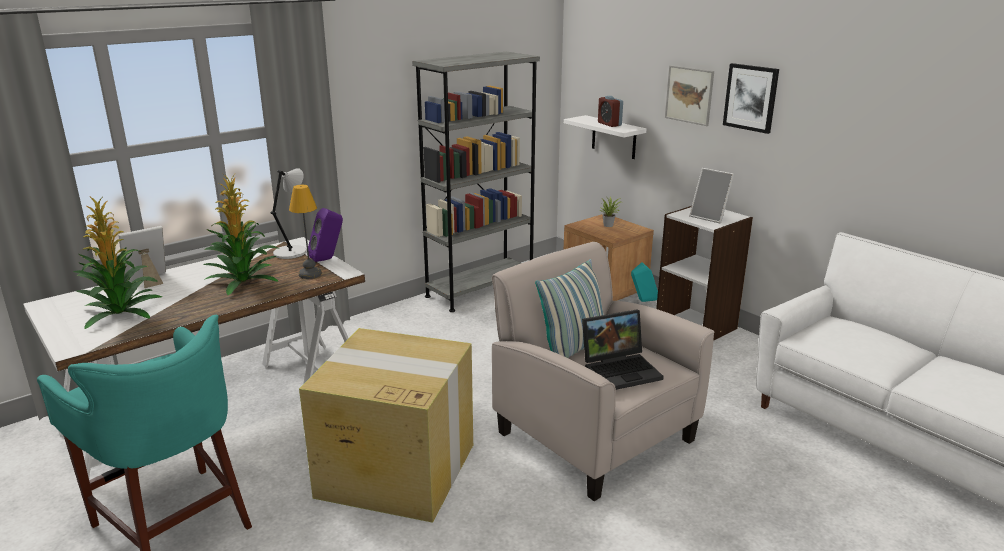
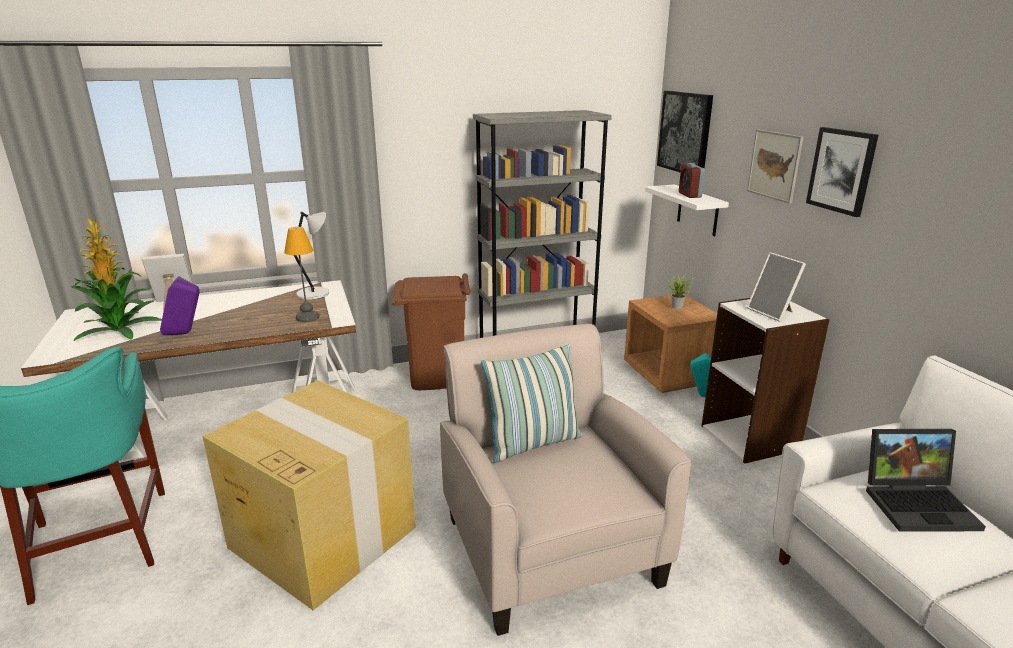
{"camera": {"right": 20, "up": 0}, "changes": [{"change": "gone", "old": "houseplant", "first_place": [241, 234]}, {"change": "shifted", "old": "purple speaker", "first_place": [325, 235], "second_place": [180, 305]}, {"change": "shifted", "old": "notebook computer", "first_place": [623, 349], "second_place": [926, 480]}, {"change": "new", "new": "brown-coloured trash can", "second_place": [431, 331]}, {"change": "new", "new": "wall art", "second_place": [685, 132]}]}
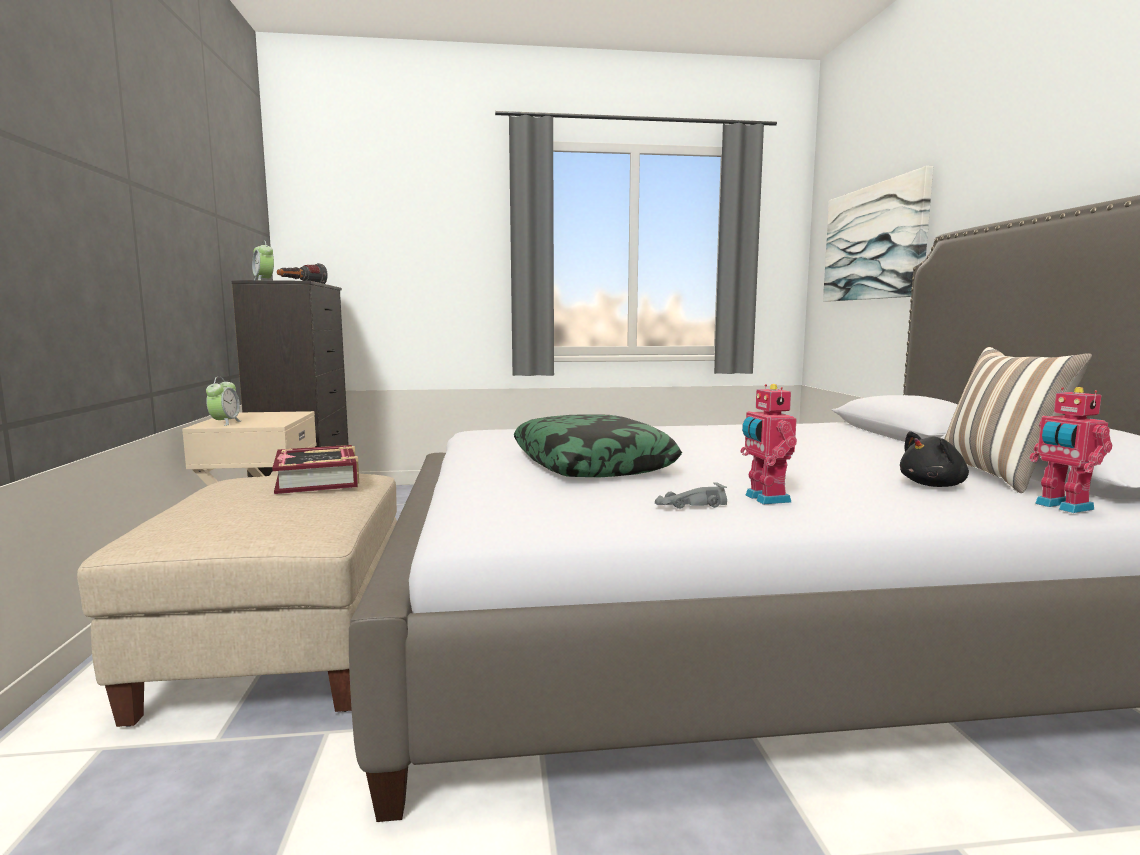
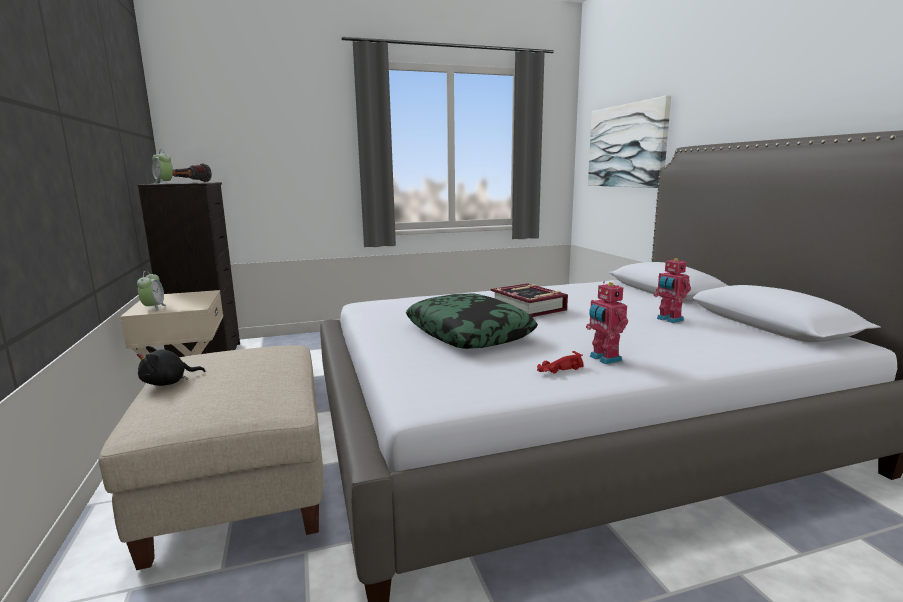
{"camera": {"right": -10, "up": 5}, "changes": [{"change": "shifted", "old": "volume", "first_place": [315, 469], "second_place": [529, 300]}, {"change": "repainted", "old": "greyish toy car", "new": "red-coloured toy car", "first_place": [691, 495], "second_place": [560, 362]}, {"change": "shifted", "old": "blackish soft toy", "first_place": [934, 459], "second_place": [171, 366]}, {"change": "gone", "old": "cushion", "first_place": [1018, 420]}, {"change": "shifted", "old": "toy robot", "first_place": [1070, 450], "second_place": [672, 290]}]}
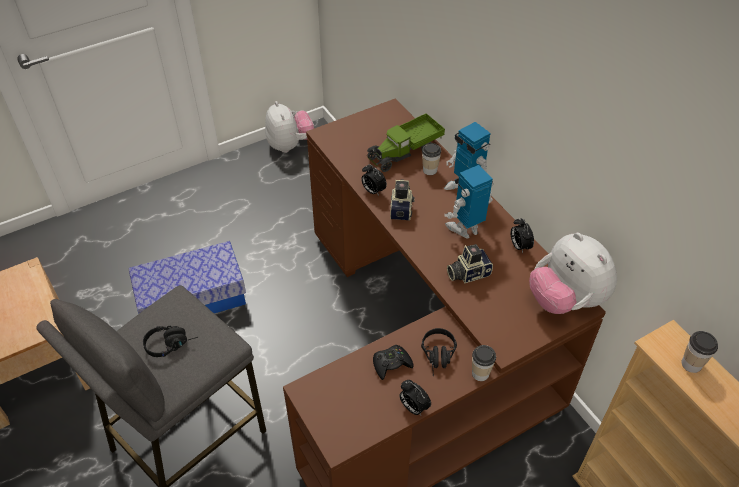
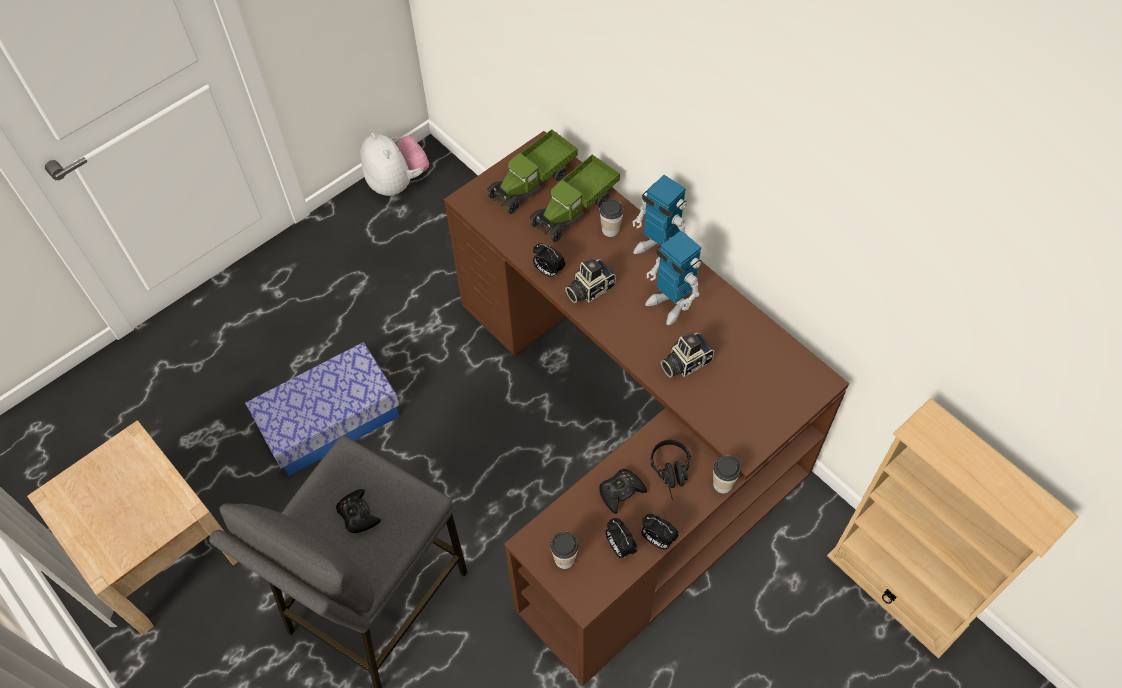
{"camera": {"right": -10, "up": 10}, "changes": [{"change": "swapped", "old": "blackish headphones", "new": "blackish gamepad", "first_place": [170, 341], "second_place": [358, 511]}, {"change": "rotated", "old": "photo camera", "first_place": [402, 199], "second_place": [590, 280], "degrees": -120}, {"change": "rotated", "old": "toy robot", "first_place": [469, 202], "second_place": [673, 277], "degrees": -90}, {"change": "shifted", "old": "bedside clock", "first_place": [522, 235], "second_place": [621, 538]}, {"change": "gone", "old": "soft toy", "first_place": [573, 273]}, {"change": "shifted", "old": "cup", "first_place": [700, 352], "second_place": [564, 550]}, {"change": "new", "new": "model truck", "second_place": [532, 171]}]}
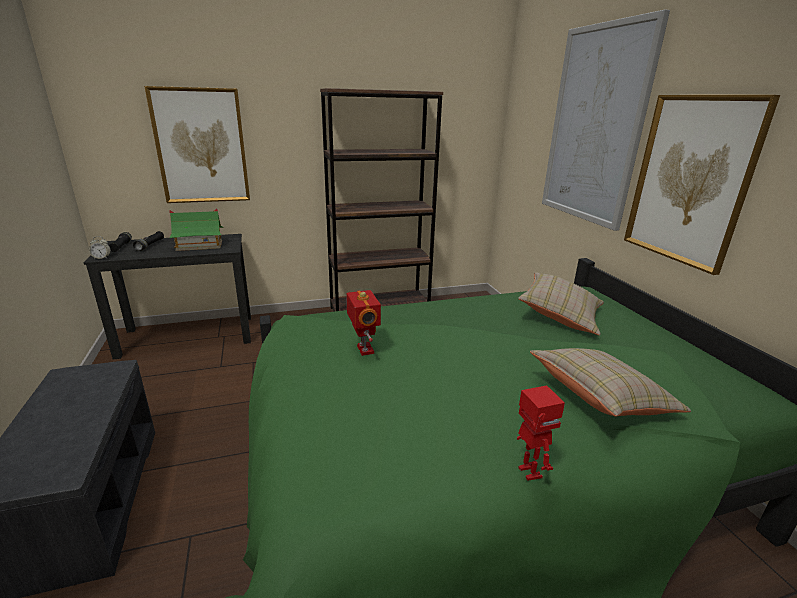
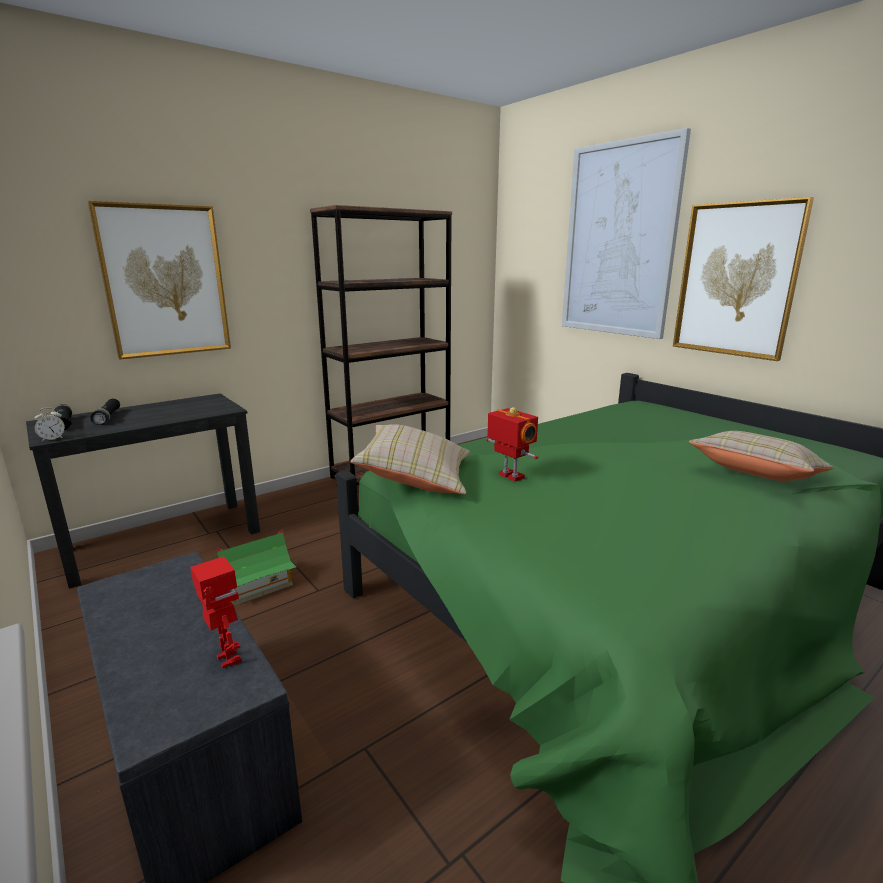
{"camera": {"right": -20, "up": -5}, "changes": [{"change": "shifted", "old": "model house", "first_place": [196, 229], "second_place": [256, 567]}, {"change": "shifted", "old": "toy robot", "first_place": [541, 432], "second_place": [216, 612]}, {"change": "shifted", "old": "beige-coloured cushion", "first_place": [561, 303], "second_place": [410, 459]}]}
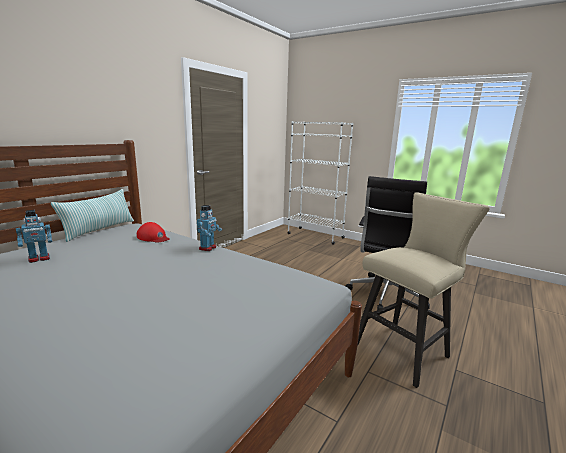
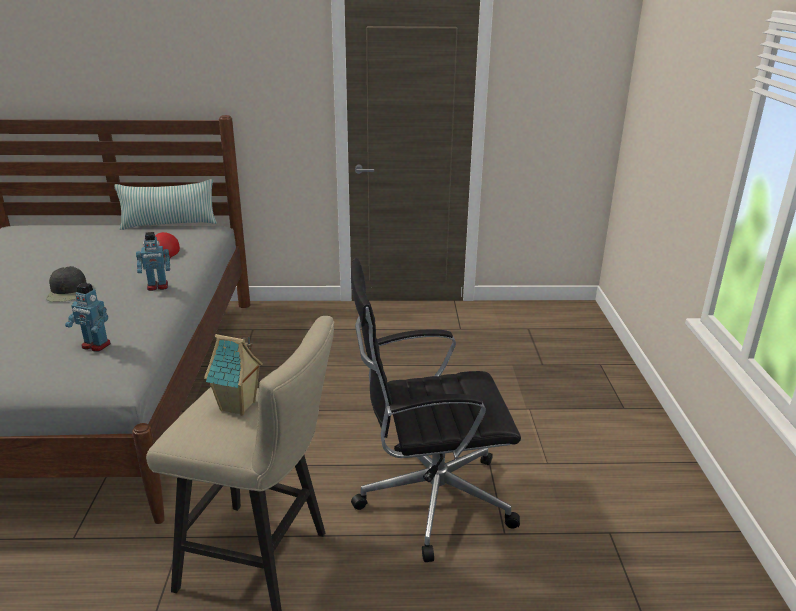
{"camera": {"right": 55, "up": 10}, "changes": [{"change": "shifted", "old": "toy robot", "first_place": [34, 236], "second_place": [88, 317]}, {"change": "gone", "old": "white-coloured shelving unit", "first_place": [320, 183]}, {"change": "new", "new": "blackish baseball cap", "second_place": [66, 284]}, {"change": "new", "new": "model house", "second_place": [233, 375]}]}
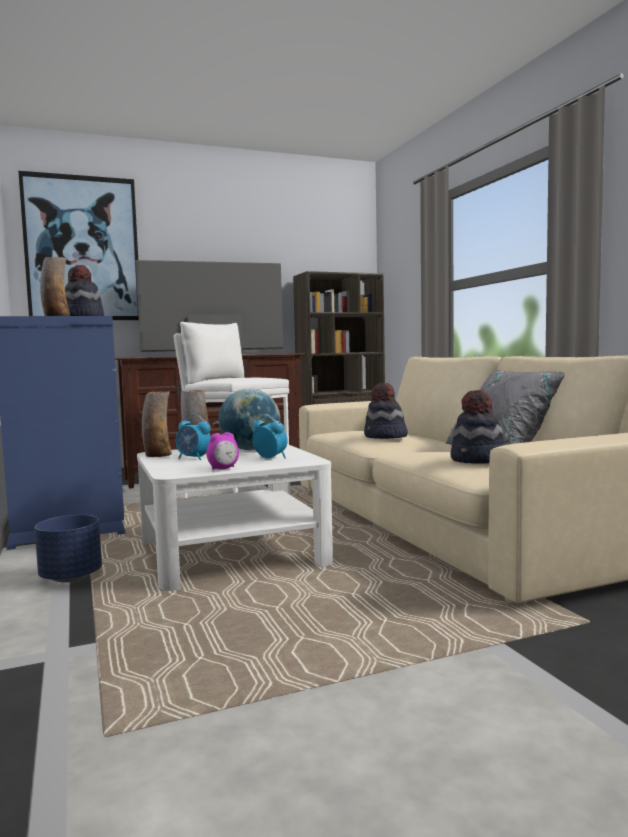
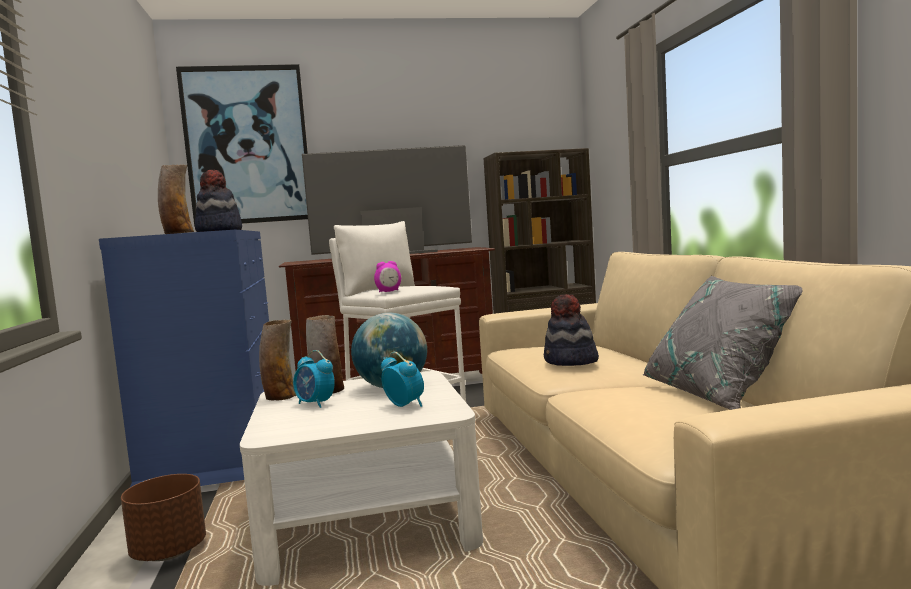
{"camera": {"right": 10, "up": 0}, "changes": [{"change": "repainted", "old": "blue-coloured plant pot", "new": "brown-coloured plant pot", "first_place": [68, 549], "second_place": [163, 517]}, {"change": "shifted", "old": "bedside clock", "first_place": [222, 451], "second_place": [387, 276]}, {"change": "gone", "old": "hat", "first_place": [478, 427]}]}
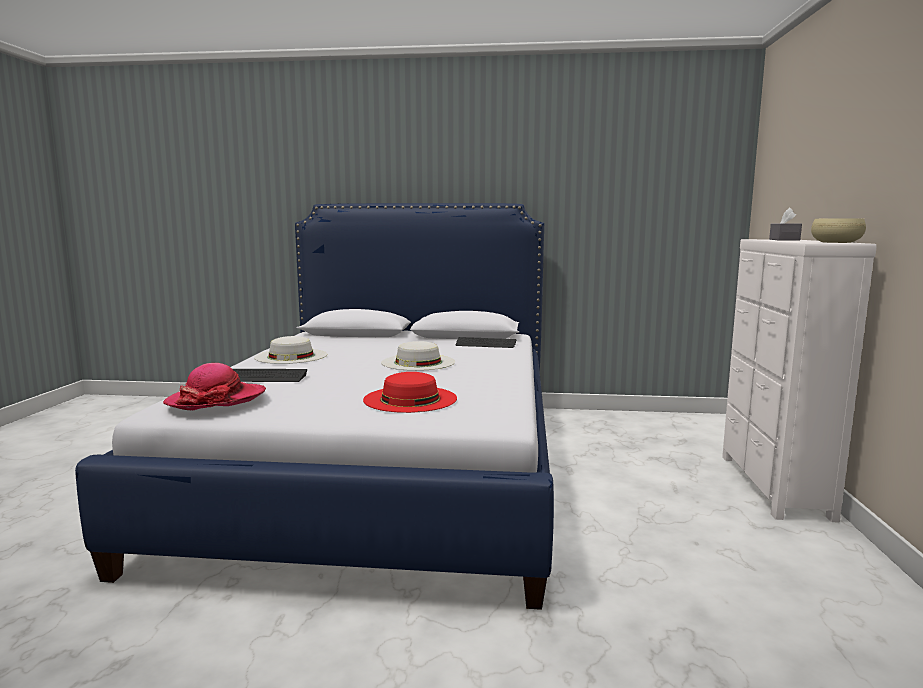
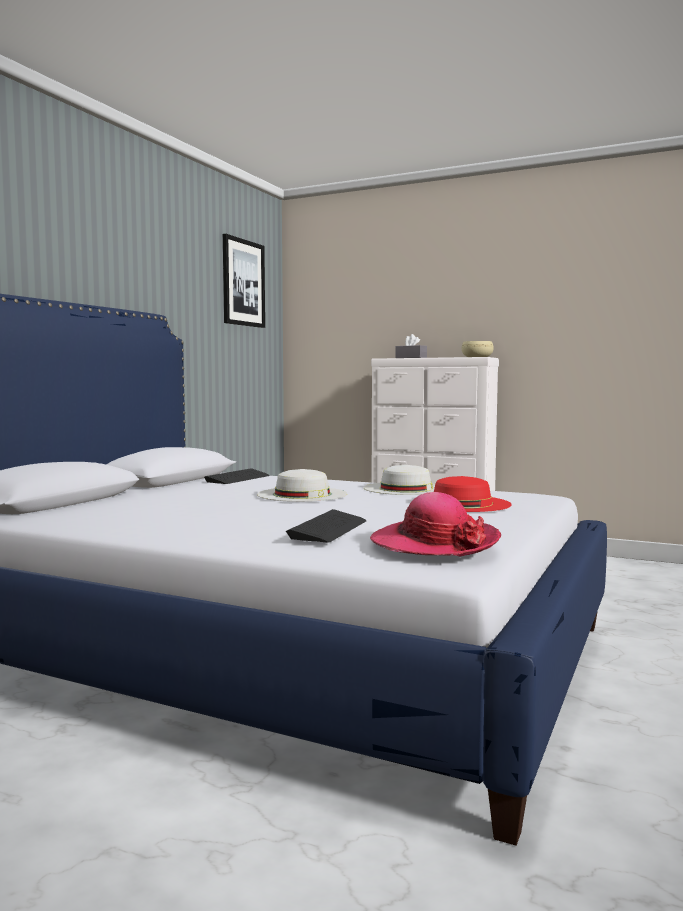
{"camera": {"right": -70, "up": -5}, "changes": [{"change": "shifted", "old": "white-coloured hat", "first_place": [290, 350], "second_place": [399, 480]}, {"change": "new", "new": "wall art", "second_place": [244, 281]}]}
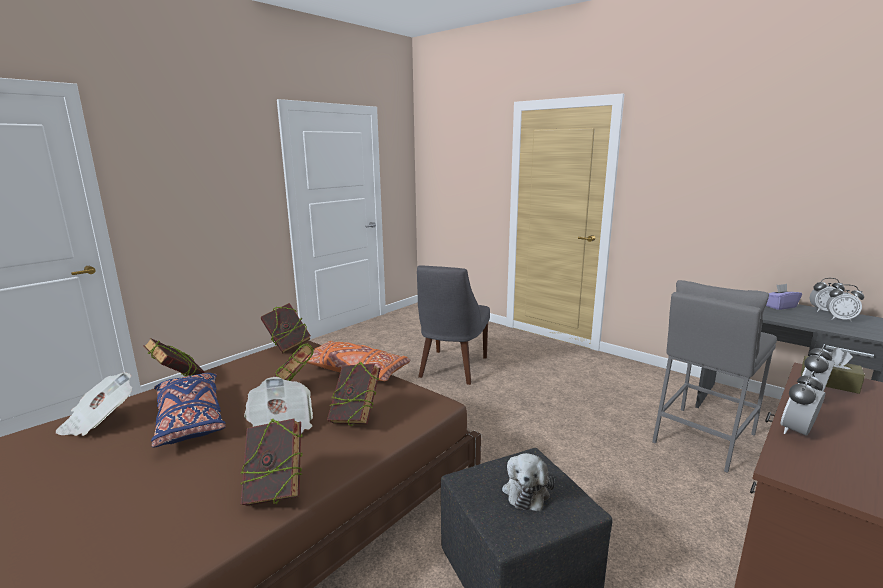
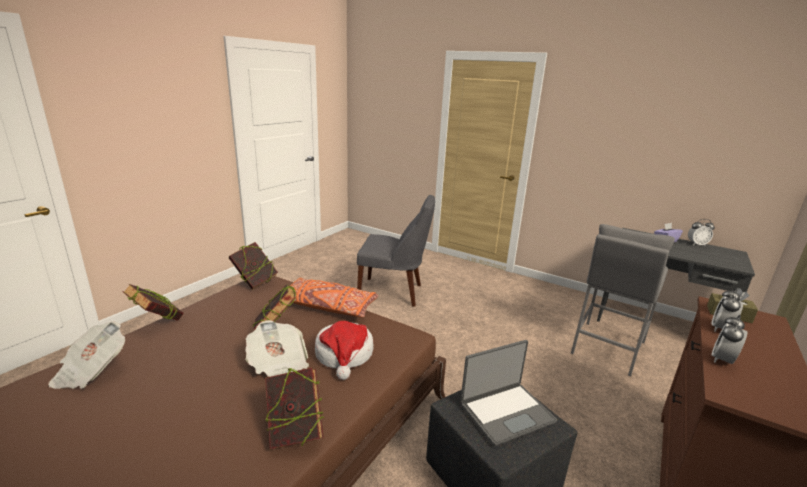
{"camera": {"right": -10, "up": 5}, "changes": [{"change": "gone", "old": "blue-coloured cushion", "first_place": [188, 410]}, {"change": "swapped", "old": "volume", "new": "hat", "first_place": [354, 394], "second_place": [344, 350]}, {"change": "rotated", "old": "greyish upright chair", "first_place": [453, 325], "second_place": [396, 251], "degrees": -90}, {"change": "swapped", "old": "soft toy", "new": "notebook computer", "first_place": [528, 482], "second_place": [509, 393]}, {"change": "gone", "old": "bedside clock", "first_place": [845, 303]}]}
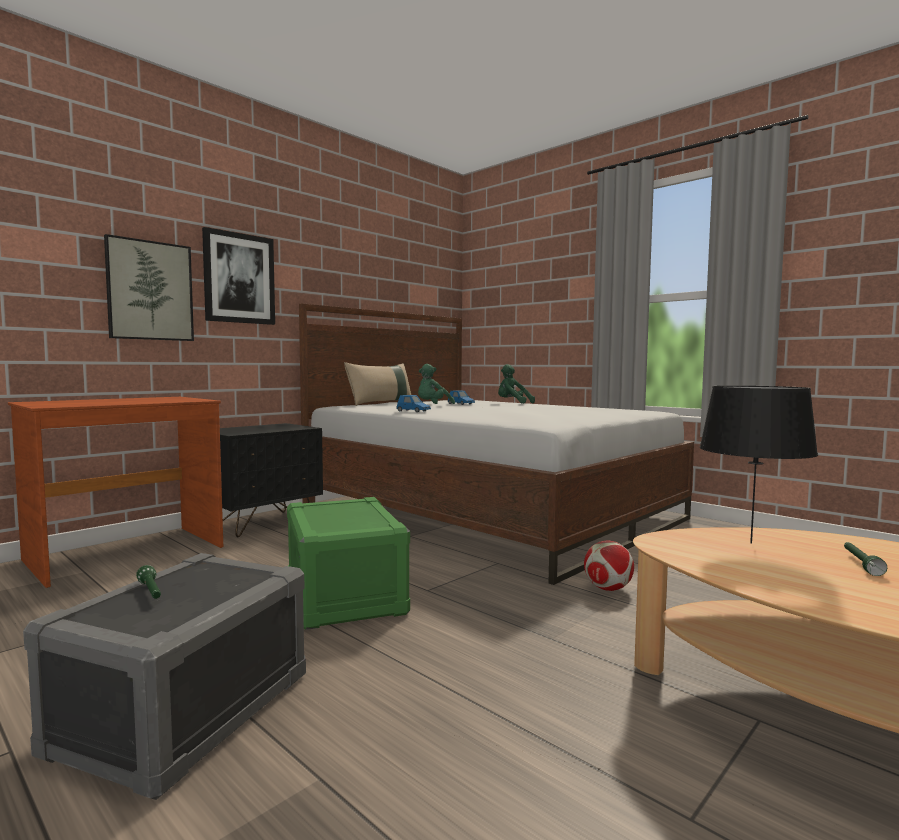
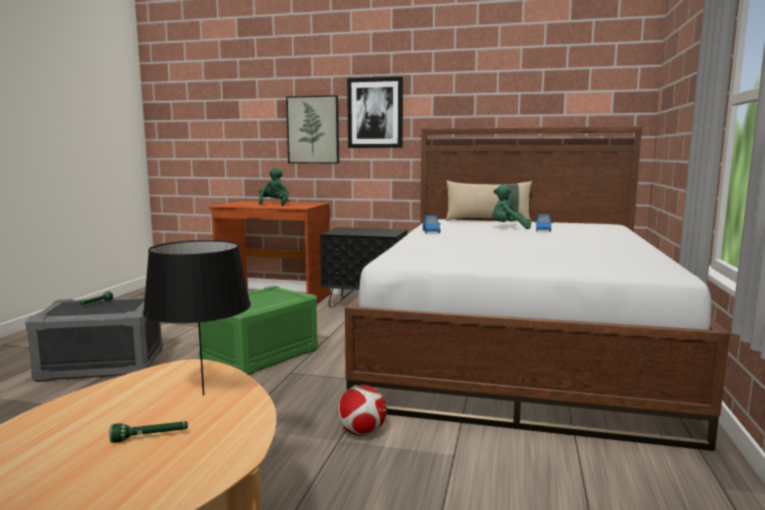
{"camera": {"right": 60, "up": 5}, "changes": [{"change": "shifted", "old": "green soft toy", "first_place": [516, 384], "second_place": [274, 187]}]}
